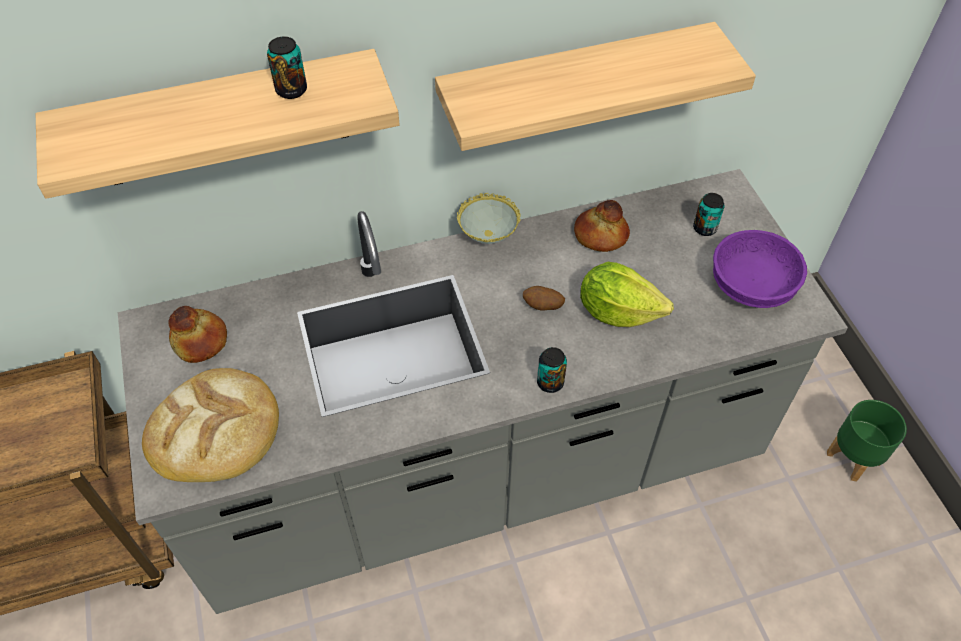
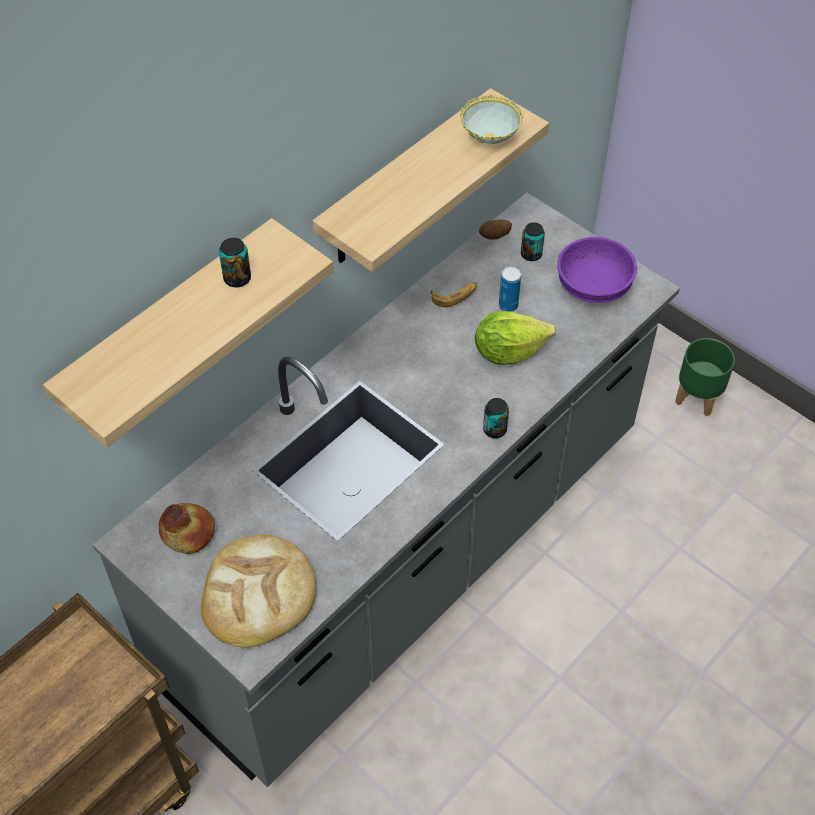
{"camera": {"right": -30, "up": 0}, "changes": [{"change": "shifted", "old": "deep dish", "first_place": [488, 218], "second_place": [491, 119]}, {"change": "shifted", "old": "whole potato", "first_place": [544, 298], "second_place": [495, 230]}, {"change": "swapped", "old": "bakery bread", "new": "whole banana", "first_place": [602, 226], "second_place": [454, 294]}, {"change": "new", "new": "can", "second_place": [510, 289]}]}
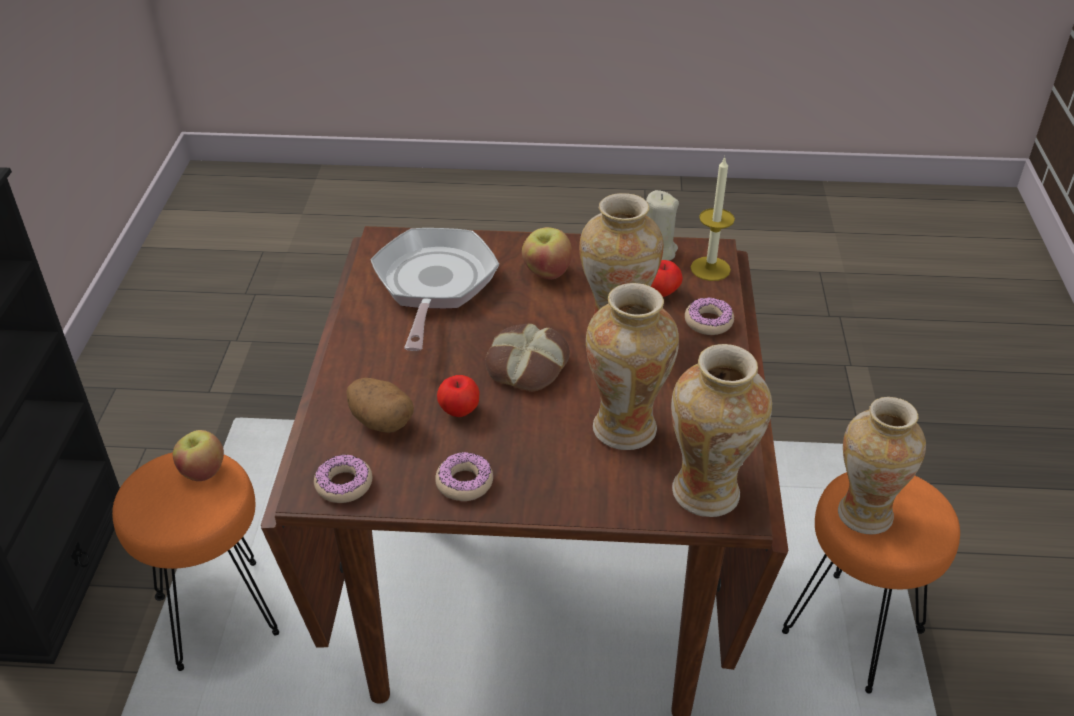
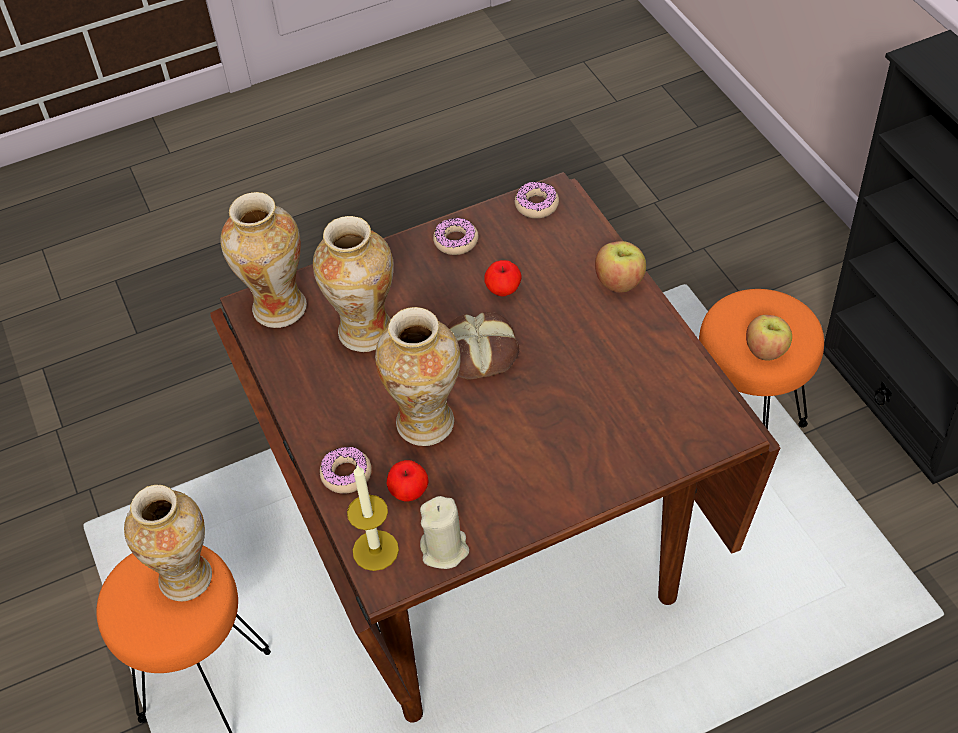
{"camera": {"right": 155, "up": 10}, "changes": [{"change": "gone", "old": "whole potato", "first_place": [380, 405]}, {"change": "gone", "old": "pan", "first_place": [435, 289]}, {"change": "shifted", "old": "whole apple", "first_place": [547, 253], "second_place": [620, 267]}]}
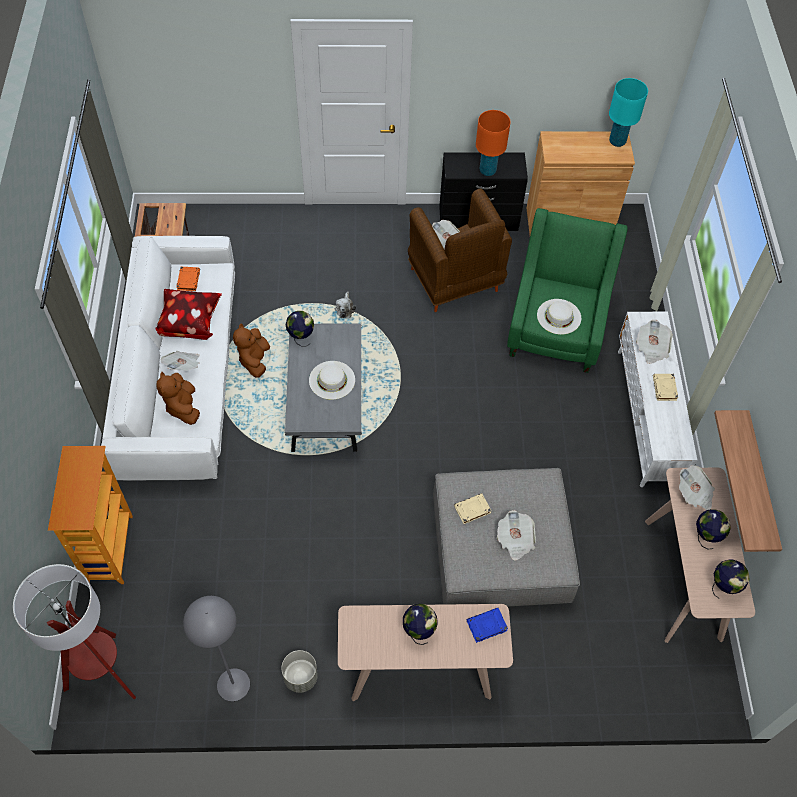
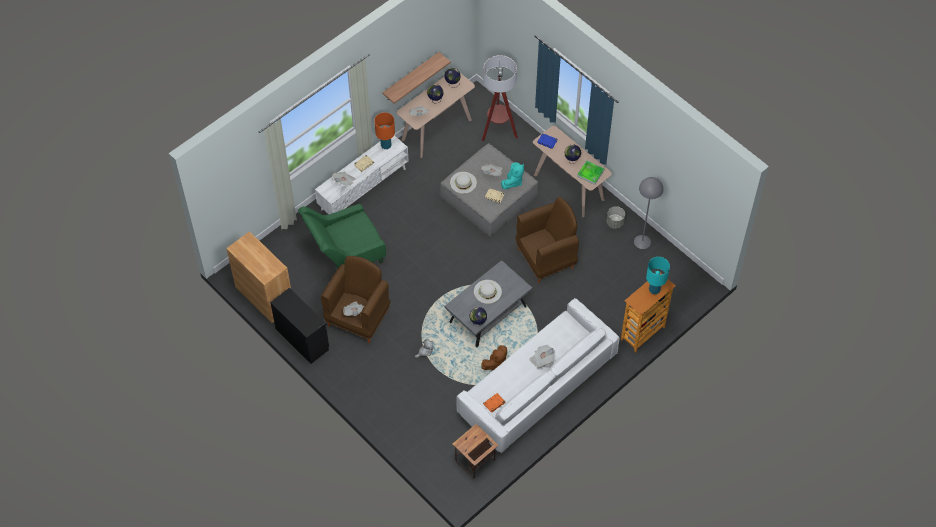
{"camera": {"right": -130, "up": 0}, "changes": [{"change": "shifted", "old": "floor lamp", "first_place": [74, 631], "second_place": [500, 98]}, {"change": "gone", "old": "cushion", "first_place": [189, 314]}, {"change": "gone", "old": "brown-coloured soft toy", "first_place": [178, 398]}, {"change": "shifted", "old": "orange-coloured table lamp", "first_place": [493, 143], "second_place": [384, 130]}, {"change": "shifted", "old": "white-coloured hat", "first_place": [559, 317], "second_place": [463, 183]}, {"change": "shifted", "old": "turquoise table lamp", "first_place": [628, 112], "second_place": [658, 275]}, {"change": "new", "new": "turquoise soft toy", "second_place": [512, 175]}, {"change": "new", "new": "brown-coloured armchair", "second_place": [547, 240]}, {"change": "new", "new": "carrying tray", "second_place": [590, 173]}]}
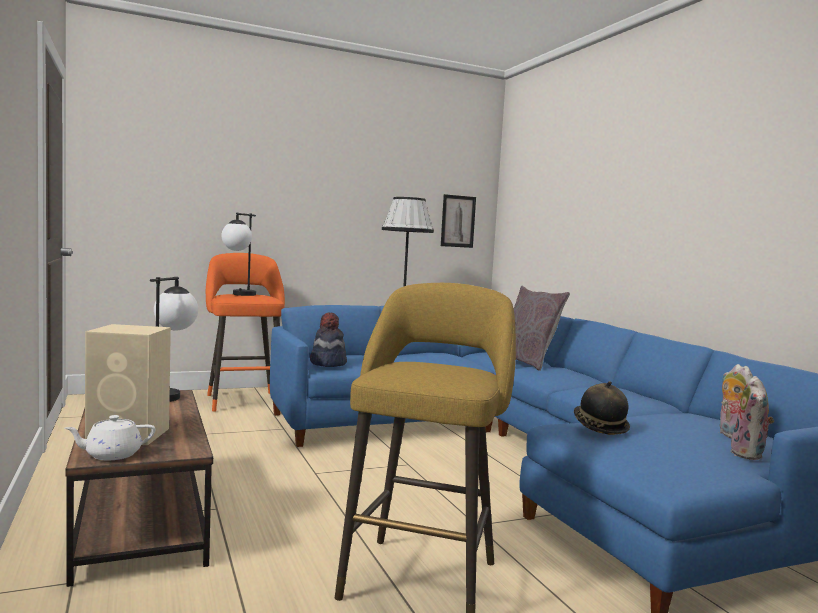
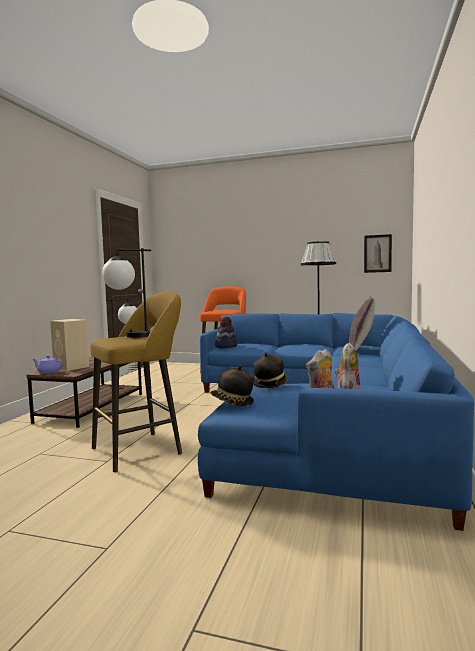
{"camera": {"right": 40, "up": 0}, "changes": [{"change": "repainted", "old": "white-coloured teapot", "new": "purple teapot", "first_place": [110, 437], "second_place": [47, 365]}, {"change": "shifted", "old": "table lamp", "first_place": [239, 254], "second_place": [126, 293]}, {"change": "new", "new": "hat", "second_place": [232, 385]}]}
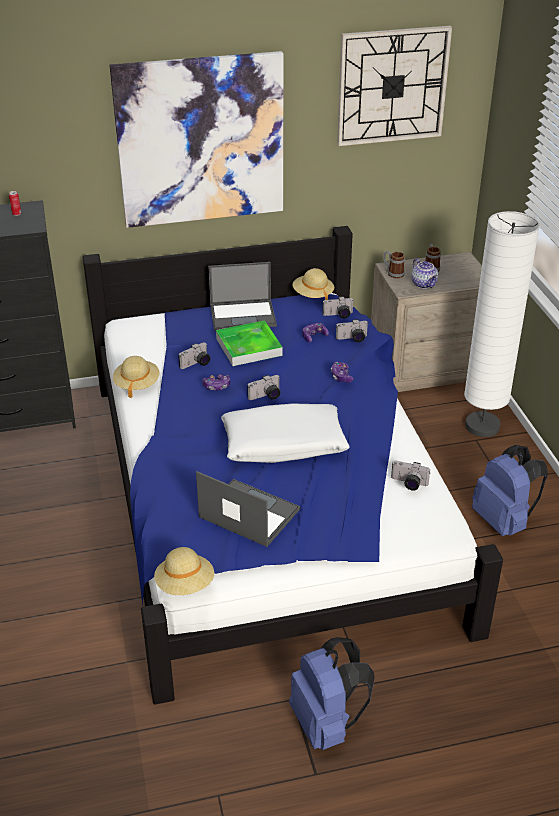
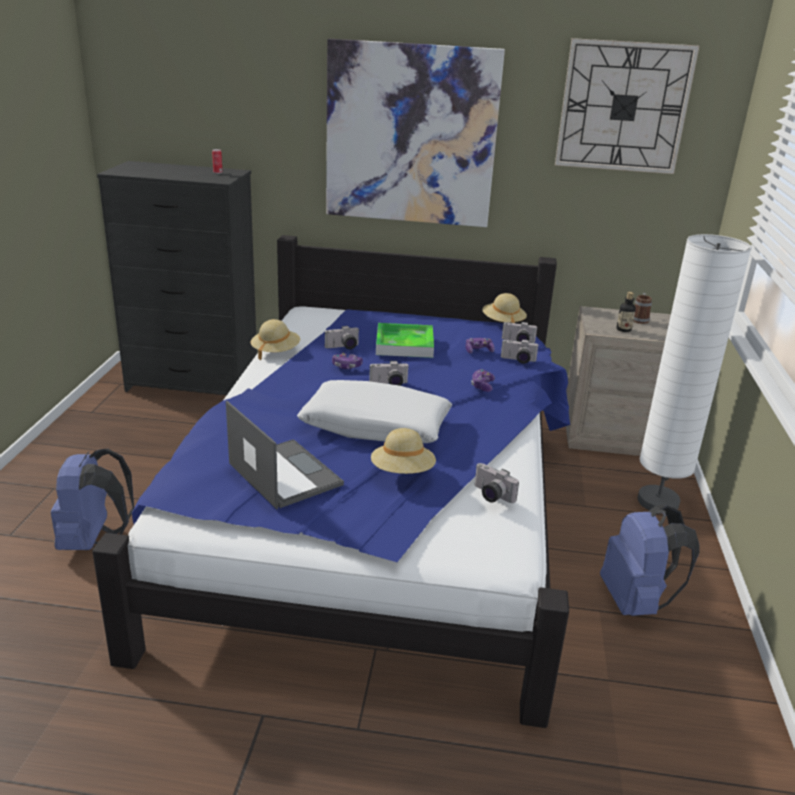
{"camera": {"right": 20, "up": -10}, "changes": [{"change": "shifted", "old": "beige-coloured hat", "first_place": [184, 571], "second_place": [403, 451]}, {"change": "gone", "old": "notebook computer", "first_place": [242, 296]}, {"change": "shifted", "old": "blue-coloured backpack", "first_place": [332, 693], "second_place": [92, 499]}, {"change": "gone", "old": "coffee mug", "first_place": [394, 264]}, {"change": "swapped", "old": "teapot", "new": "beverage bottle", "first_place": [424, 273], "second_place": [626, 312]}]}
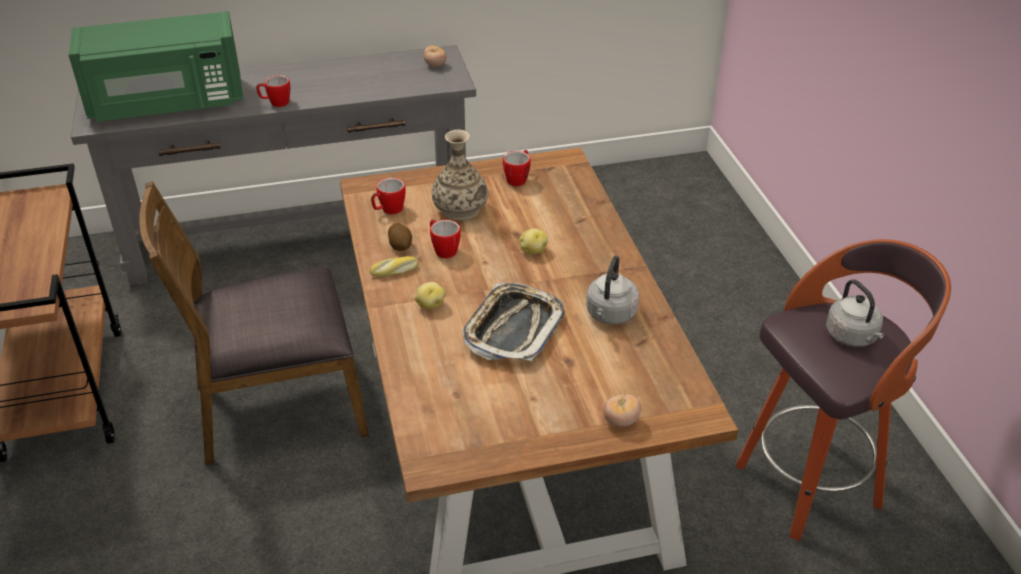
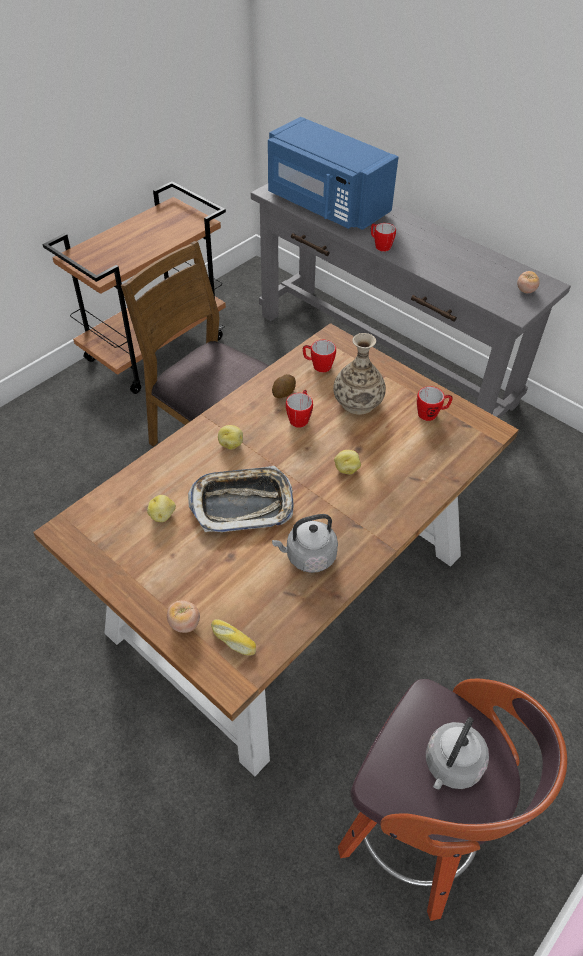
{"camera": {"right": 55, "up": 10}, "changes": [{"change": "repainted", "old": "green microwave oven", "new": "blue-coloured microwave oven", "first_place": [156, 66], "second_place": [333, 173]}, {"change": "shifted", "old": "bakery bread", "first_place": [394, 266], "second_place": [233, 637]}, {"change": "new", "new": "whole potato", "second_place": [161, 508]}]}
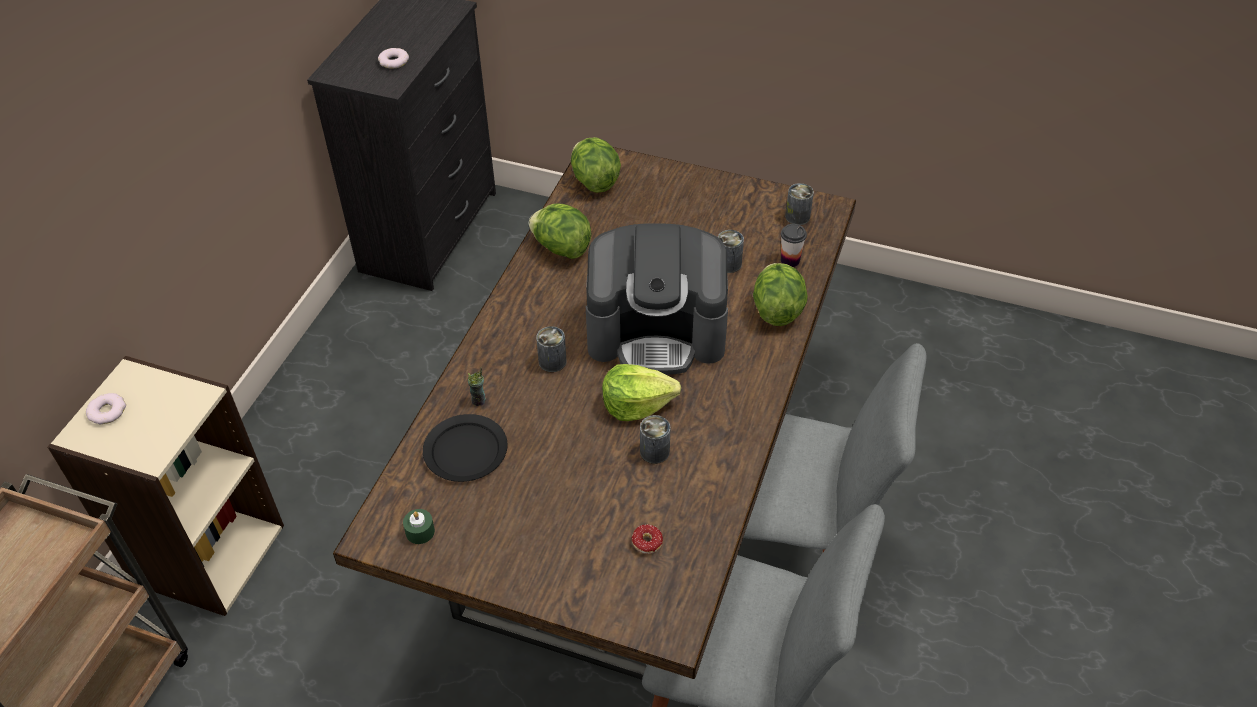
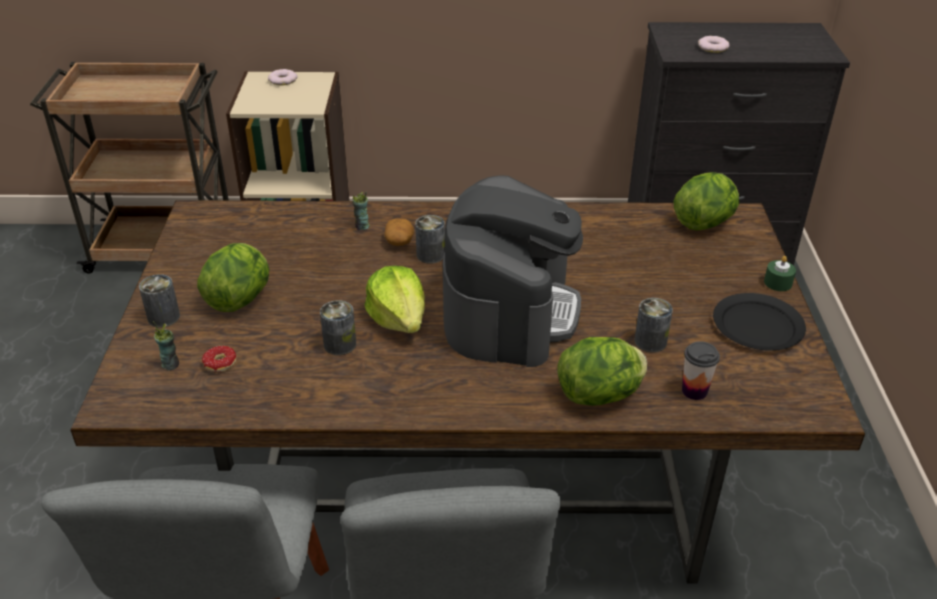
{"camera": {"right": 70, "up": -10}, "changes": [{"change": "shifted", "old": "green wax candle", "first_place": [419, 526], "second_place": [780, 273]}, {"change": "shifted", "old": "blackish dinner plate", "first_place": [465, 448], "second_place": [759, 322]}, {"change": "shifted", "old": "lettuce", "first_place": [560, 231], "second_place": [233, 277]}, {"change": "rotated", "old": "coffee brewer", "first_place": [657, 299], "second_place": [513, 271], "degrees": -150}, {"change": "shifted", "old": "can", "first_place": [799, 204], "second_place": [159, 300]}, {"change": "new", "new": "cup", "second_place": [166, 345]}, {"change": "new", "new": "whole potato", "second_place": [399, 232]}]}
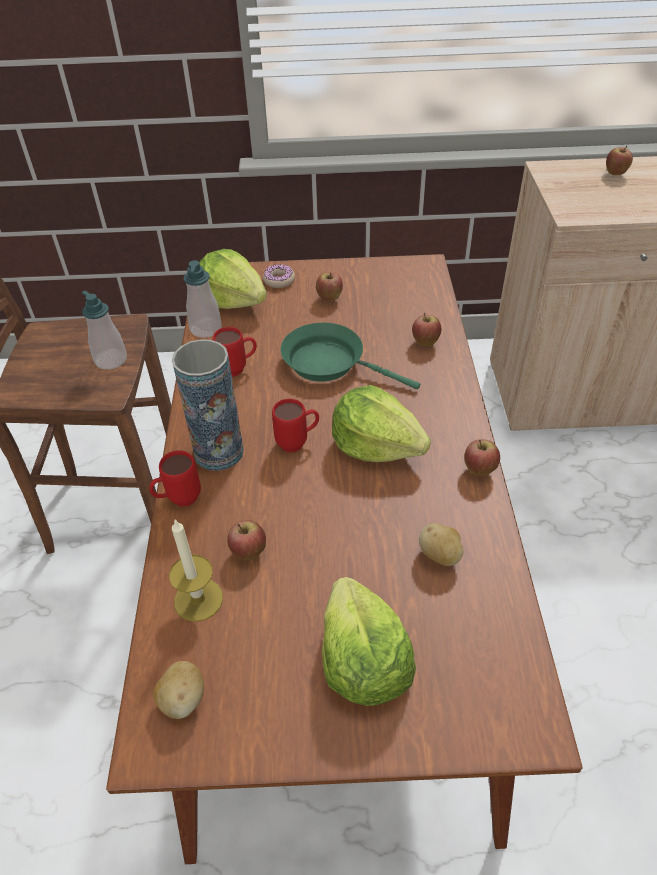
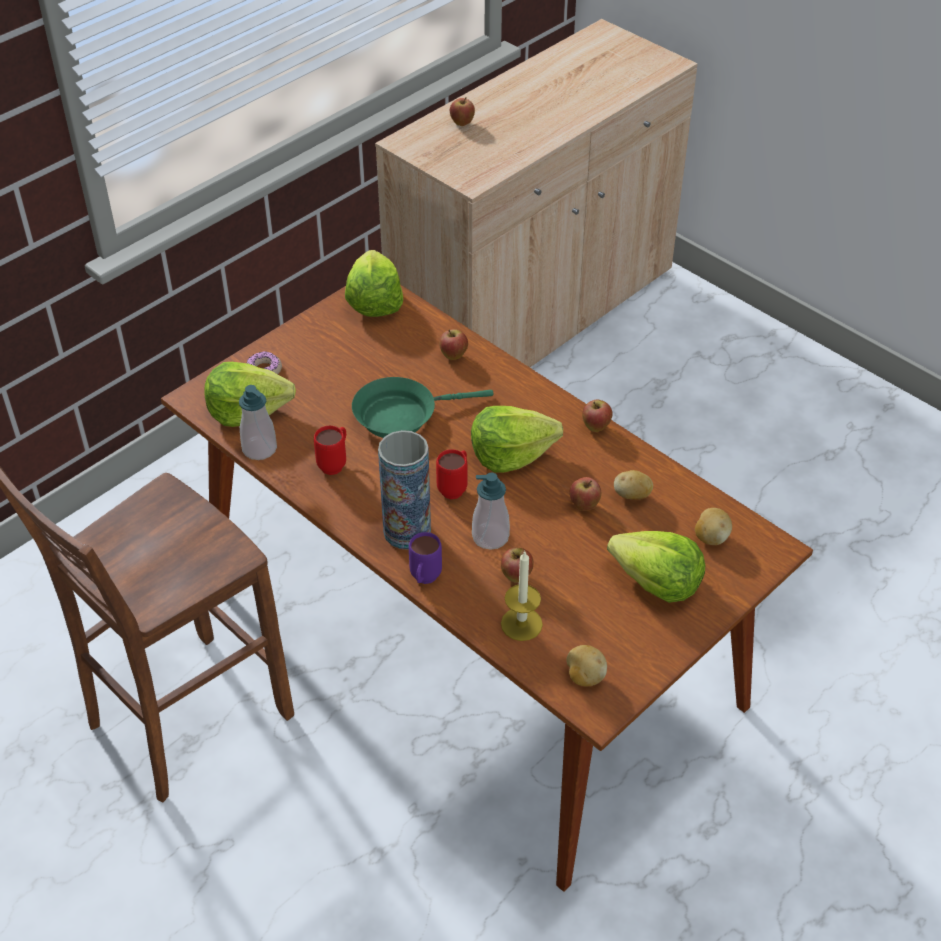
{"camera": {"right": -45, "up": 0}, "changes": [{"change": "shifted", "old": "soap dispenser", "first_place": [104, 330], "second_place": [491, 511]}, {"change": "repainted", "old": "red-coloured coffee mug", "new": "purple coffee mug", "first_place": [175, 478], "second_place": [425, 558]}, {"change": "shifted", "old": "whole apple", "first_place": [329, 286], "second_place": [585, 494]}, {"change": "new", "new": "lettuce", "second_place": [374, 283]}, {"change": "new", "new": "whole potato", "second_place": [713, 526]}]}
